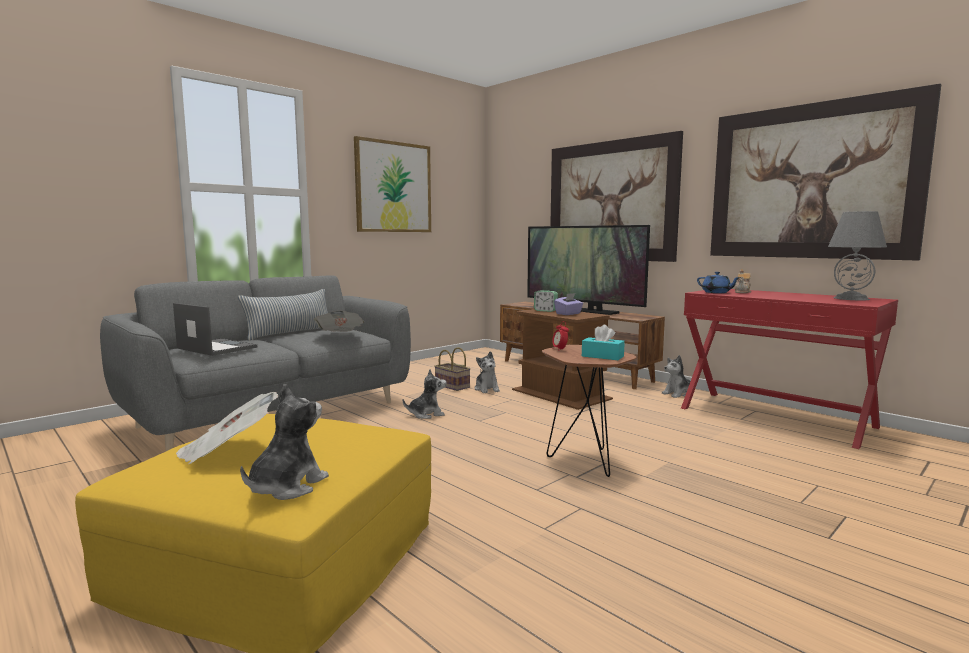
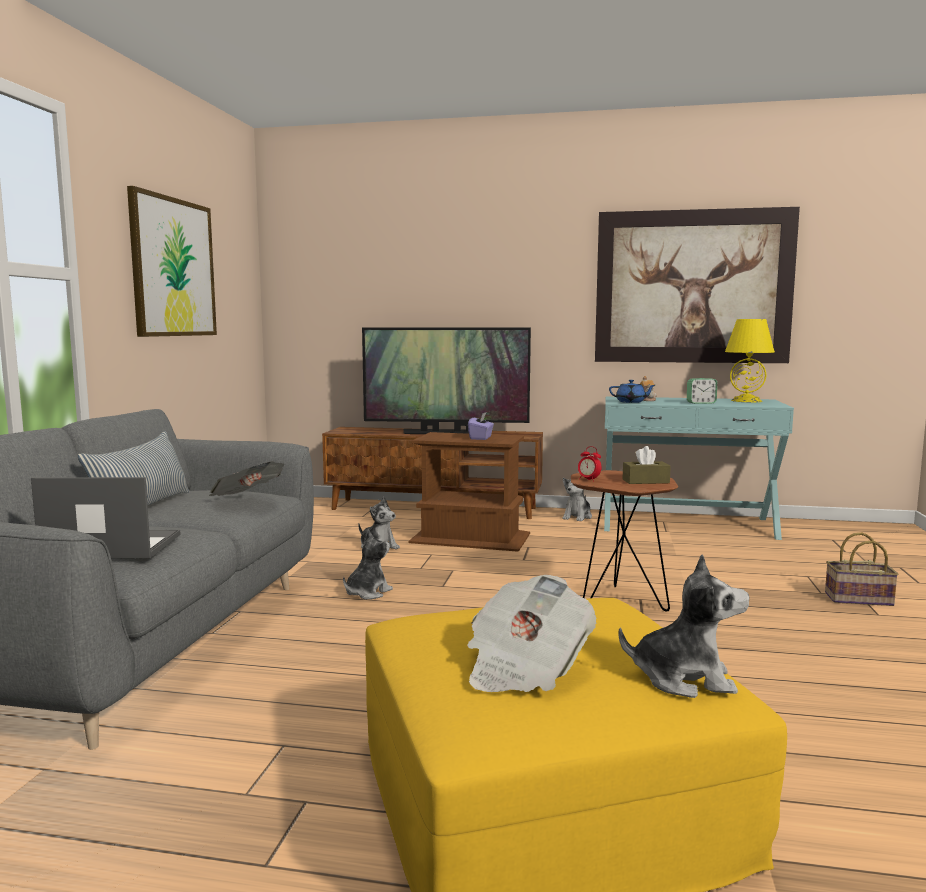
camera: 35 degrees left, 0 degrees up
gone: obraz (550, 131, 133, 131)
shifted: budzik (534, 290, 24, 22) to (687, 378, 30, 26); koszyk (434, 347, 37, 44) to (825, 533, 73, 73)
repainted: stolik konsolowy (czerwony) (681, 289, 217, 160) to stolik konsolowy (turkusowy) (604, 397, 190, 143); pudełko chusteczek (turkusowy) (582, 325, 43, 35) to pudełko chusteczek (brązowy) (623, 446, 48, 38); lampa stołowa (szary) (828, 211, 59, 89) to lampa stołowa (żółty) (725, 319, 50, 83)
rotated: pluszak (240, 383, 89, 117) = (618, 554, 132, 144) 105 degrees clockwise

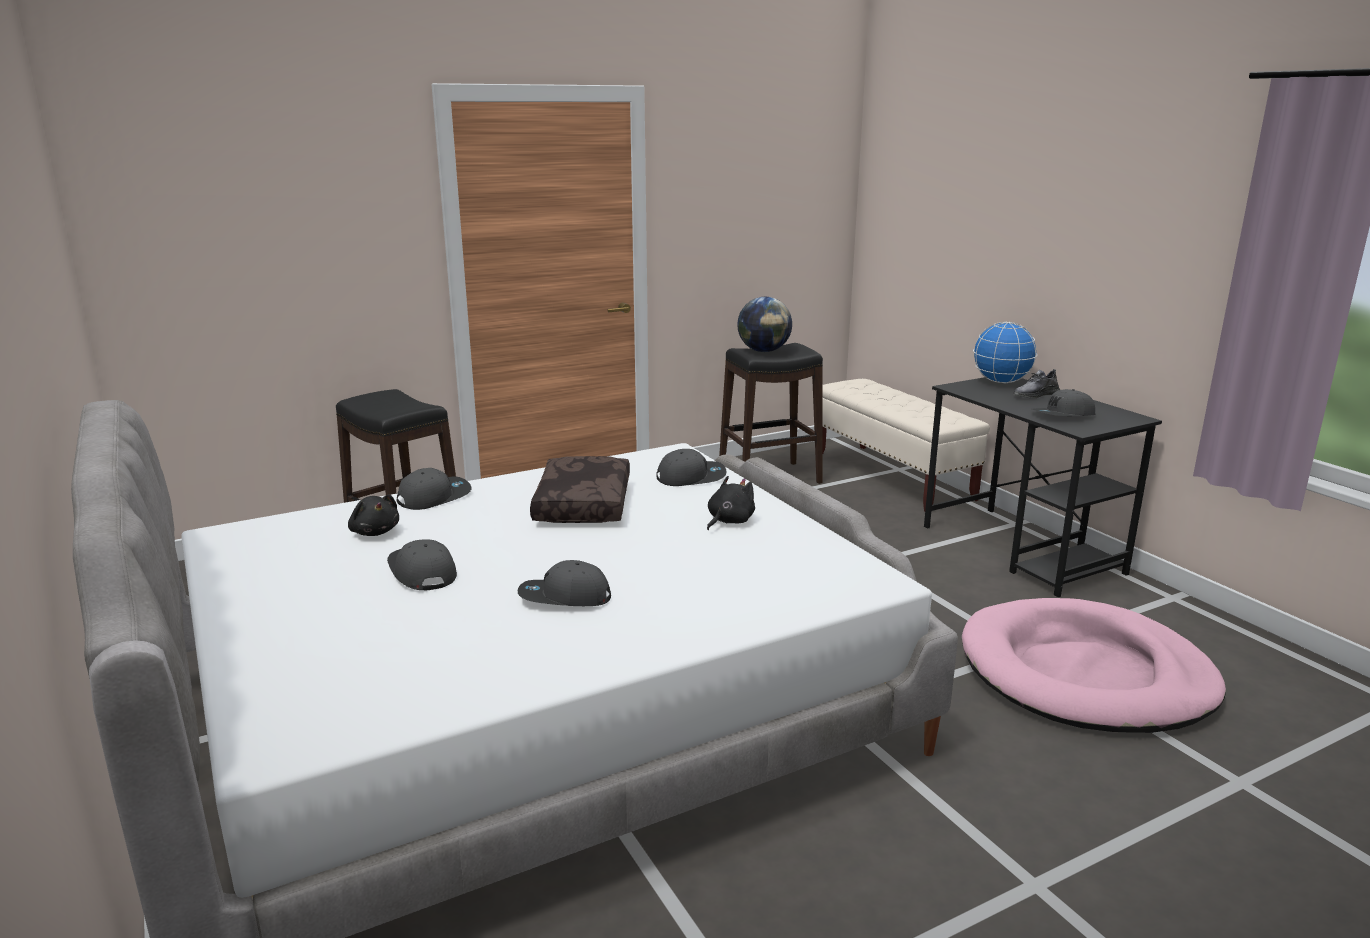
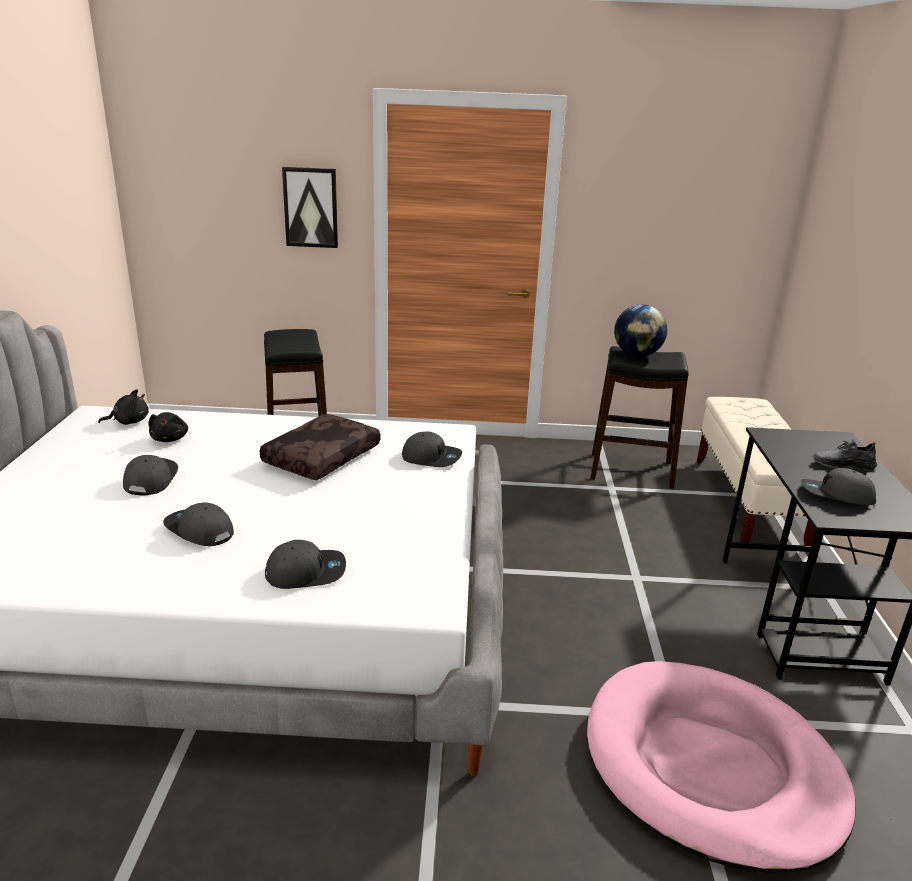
camera: 30 degrees right, 5 degrees up
gone: globus (973, 322, 64, 61)
new: obraz (282, 167, 56, 81)
shifted: pluszak (czarny) (707, 476, 48, 54) to (98, 389, 51, 36); czapka z daszkiem (szary) (396, 468, 76, 42) to (265, 540, 81, 49)

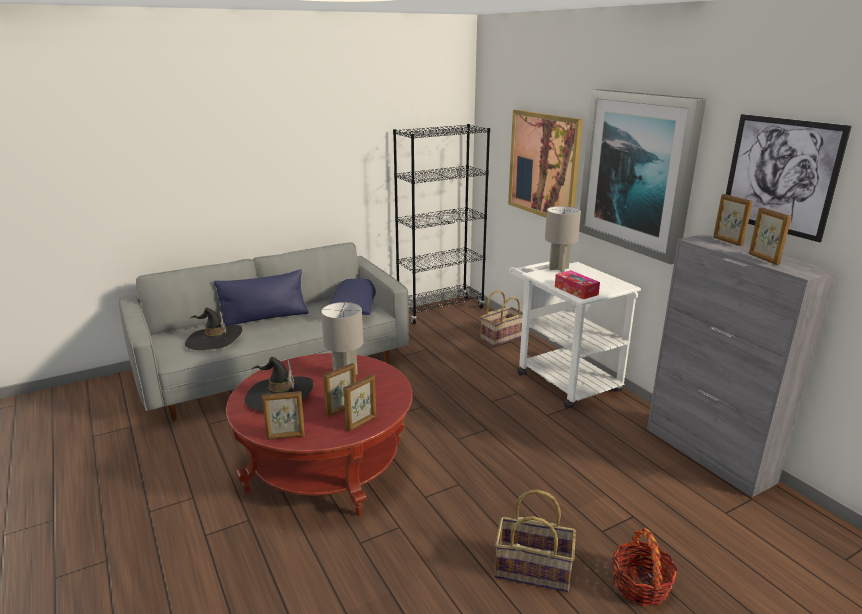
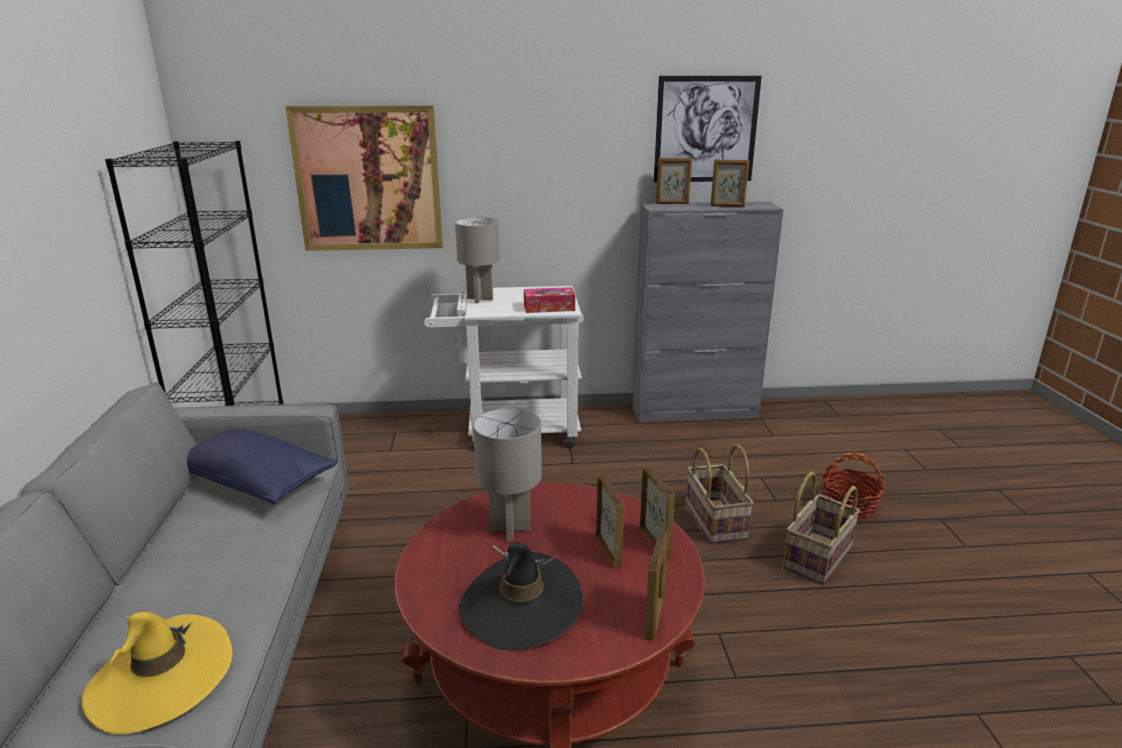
camera: 65 degrees left, 0 degrees up
gone: poduszka (niebieski) (214, 269, 94, 57); obraz (579, 89, 127, 175)
shifted: koszyk (480, 290, 43, 56) to (686, 444, 68, 100)
repainted: kapelusz (czarny) (185, 308, 57, 42) to kapelusz (żółty) (82, 612, 150, 122)

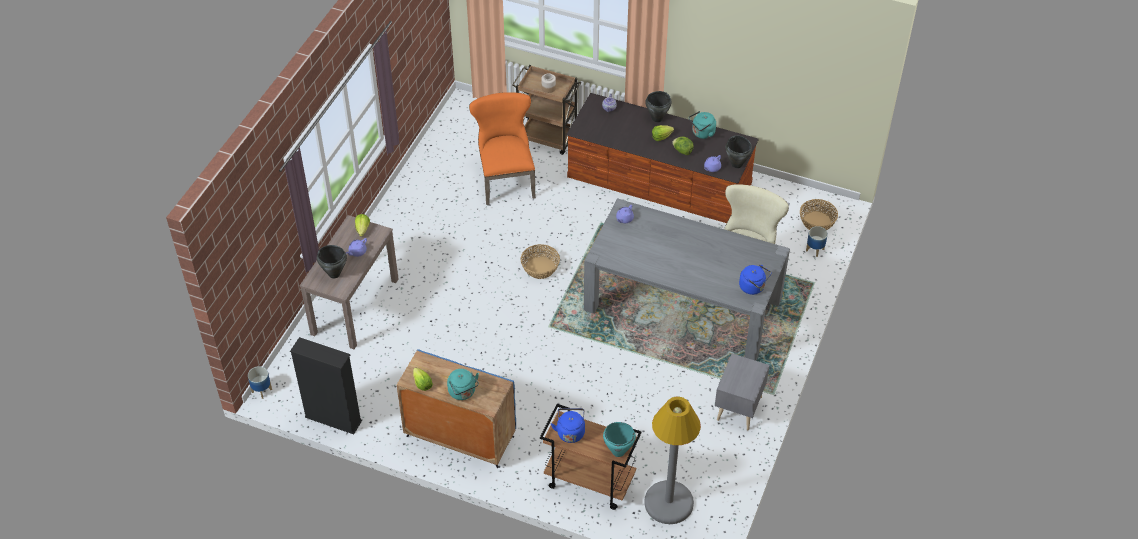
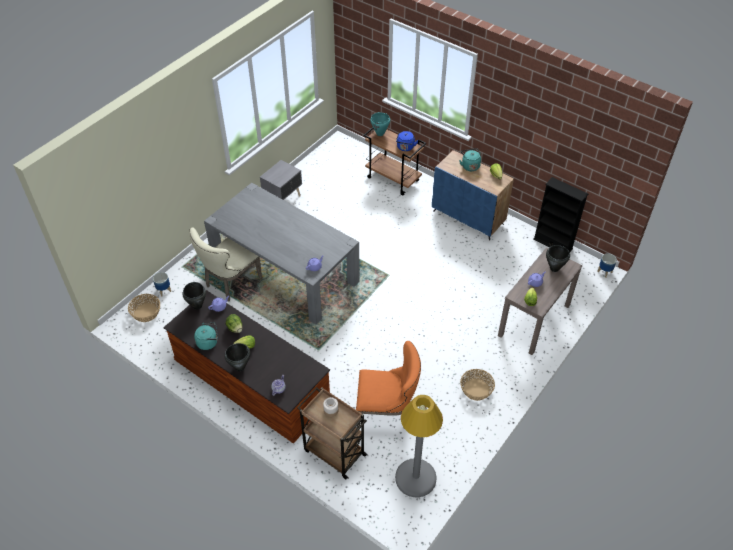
camera: 165 degrees left, 0 degrees up
gone: czajnik (niebieski) (739, 265, 32, 30)
shifted: lampa stojąca (szary) (644, 397, 57, 127) to (395, 395, 48, 102); koszyk (521, 244, 39, 35) to (460, 369, 35, 32)
rotated: krzesło (pomarańczowy) (469, 92, 67, 113) = (356, 341, 65, 89) 90 degrees counterclockwise

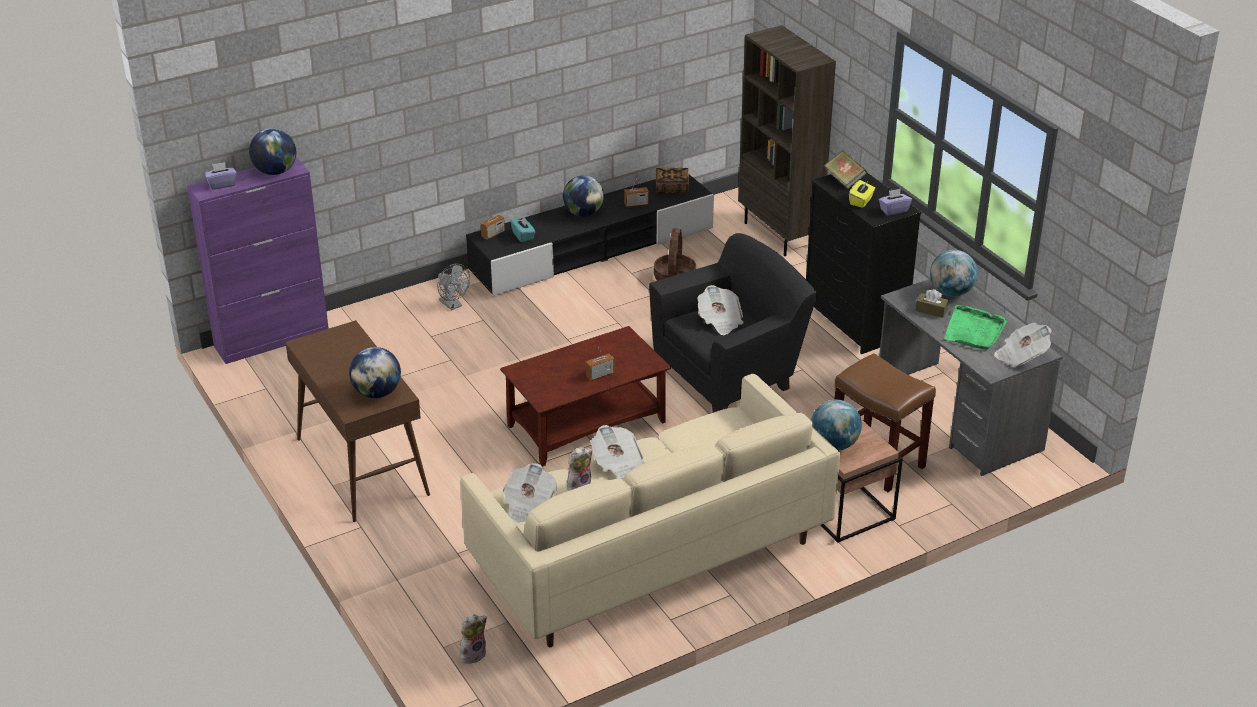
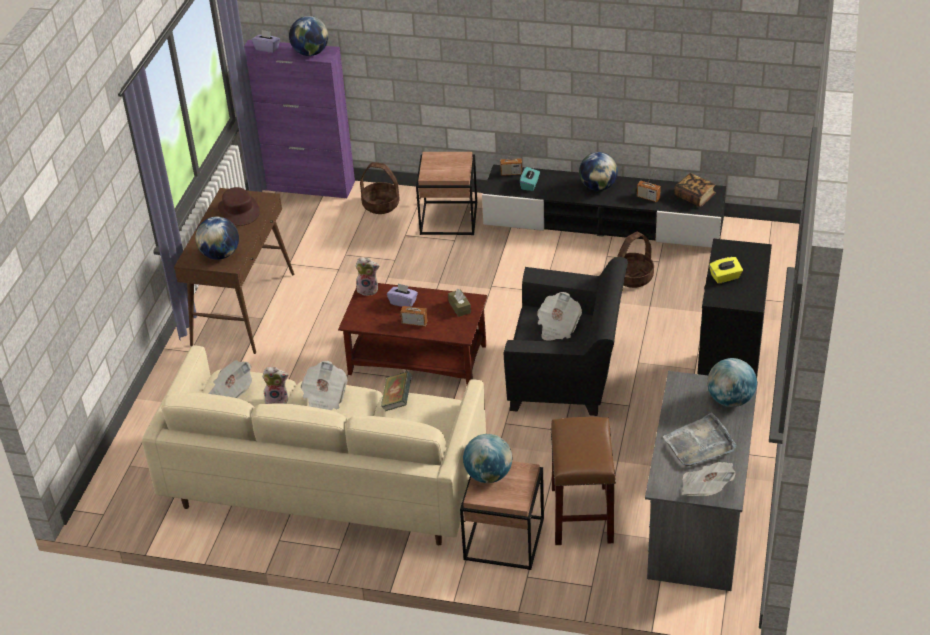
camera: 45 degrees right, 5 degrees up
gone: regał (brązowy) (738, 25, 98, 231)
new: kapelusz (brązowy) (218, 187, 42, 39); koszyk (360, 162, 39, 52)
shifted: pluszak (460, 614, 27, 50) to (356, 257, 23, 39); książka (824, 150, 43, 39) to (381, 371, 31, 40); pudełko chusteczek (fioletowy) (879, 189, 33, 27) to (387, 283, 31, 24); pudełko chusteczek (brązowy) (915, 289, 34, 29) to (448, 289, 23, 28)
swapped: wentylator (szary) (437, 264, 33, 46) to stolik (brązowy) (416, 152, 61, 83)
repainted: taca (zielony) (944, 305, 63, 45) to taca (szary) (663, 412, 74, 54)

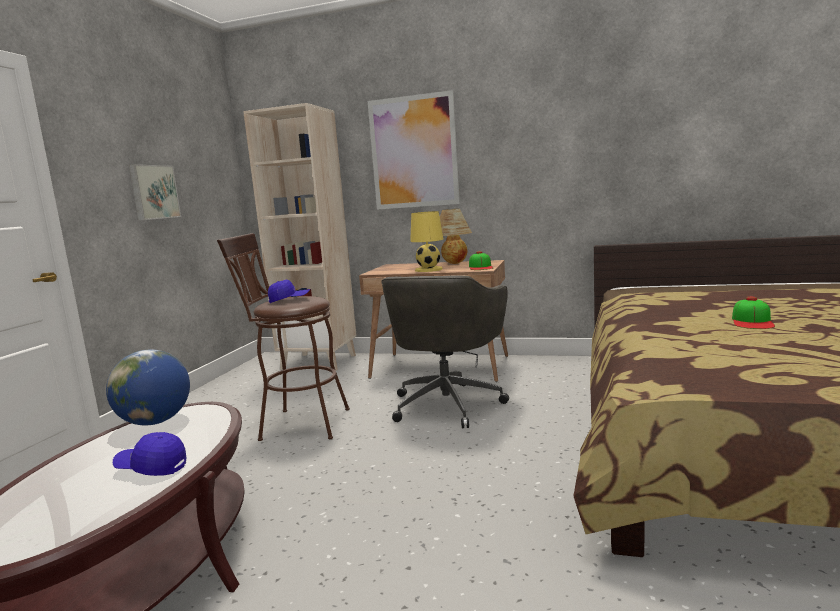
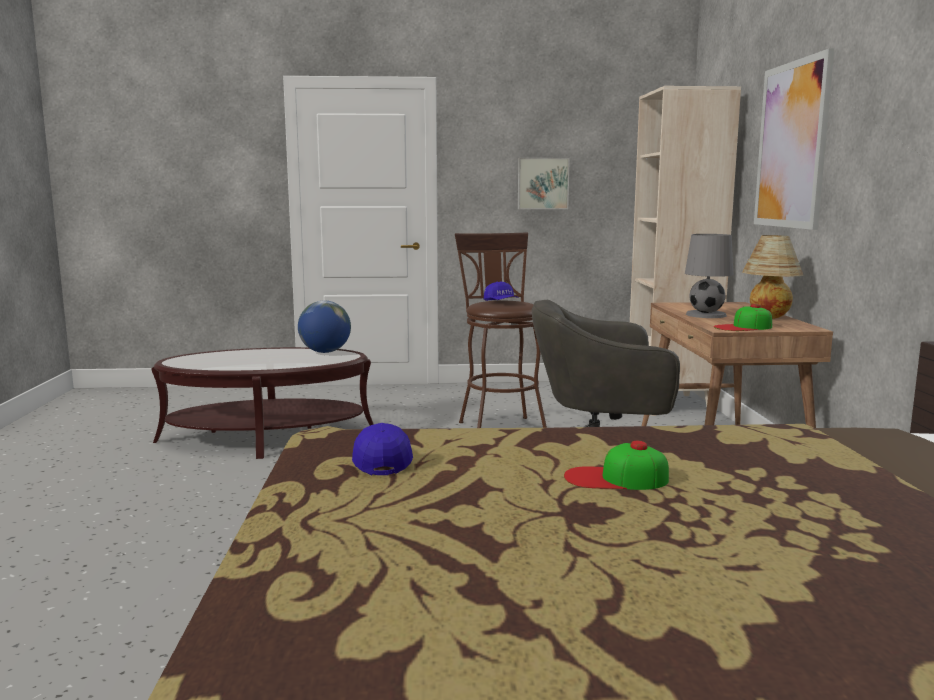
camera: 70 degrees right, 0 degrees up
shifted: czapka z daszkiem (niebieski) (113, 432, 73, 44) to (352, 423, 61, 52)
repainted: lampa stołowa (żółty) (410, 211, 33, 61) to lampa stołowa (szary) (685, 234, 48, 84)

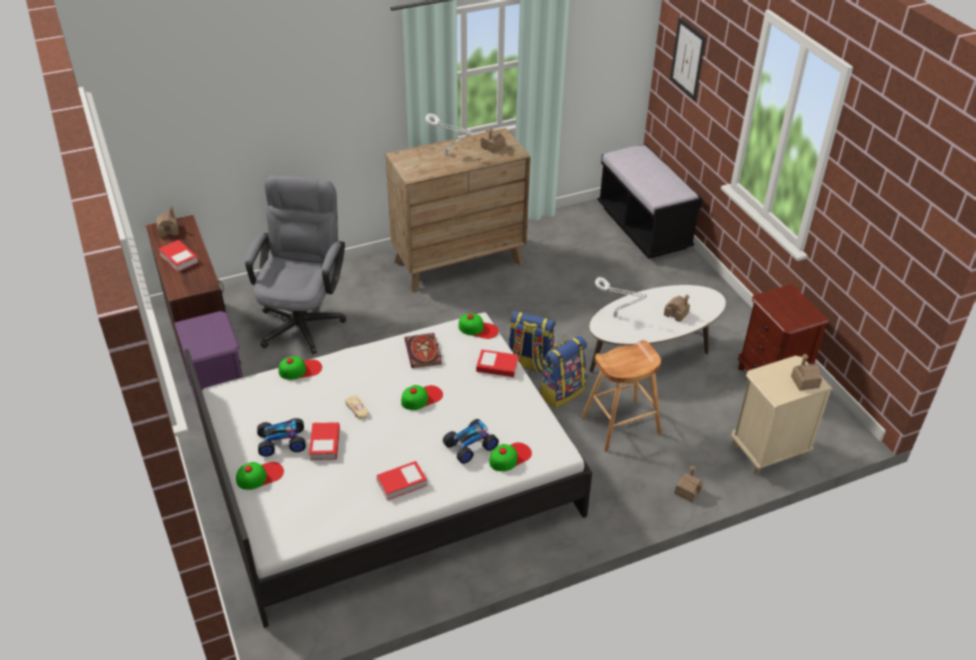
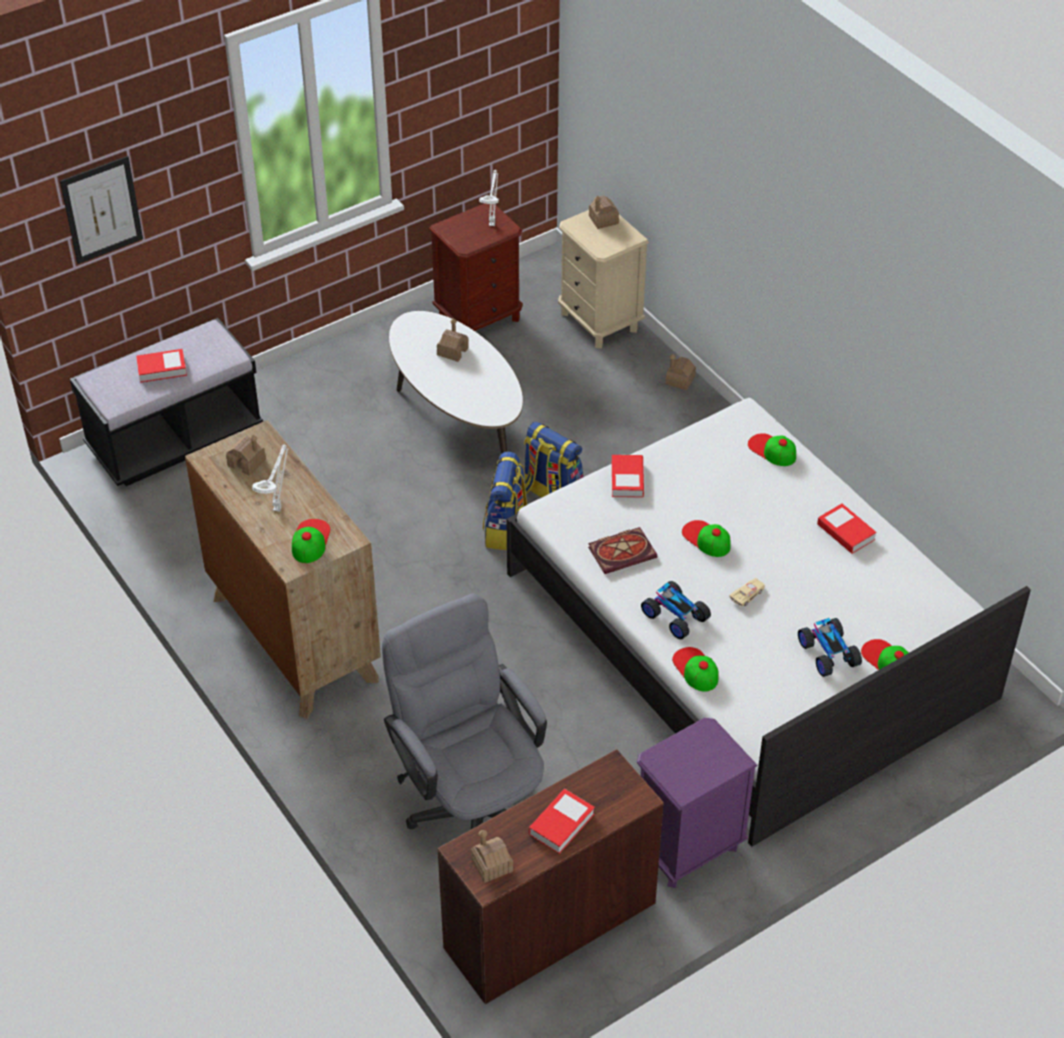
camera: 100 degrees left, 5 degrees up
gone: stołek (brązowy) (582, 340, 79, 112)
shifted: książka (309, 422, 31, 38) to (136, 349, 51, 34); czapka z daszkiem (459, 313, 40, 26) to (292, 519, 38, 44); lampa stołowa (biały) (595, 277, 52, 41) to (479, 170, 20, 56); samochodzik (443, 419, 56, 45) to (641, 581, 70, 58)
rotated: krzesło biurowe (szary) (245, 175, 101, 179) = (382, 593, 165, 236) 60 degrees clockwise

